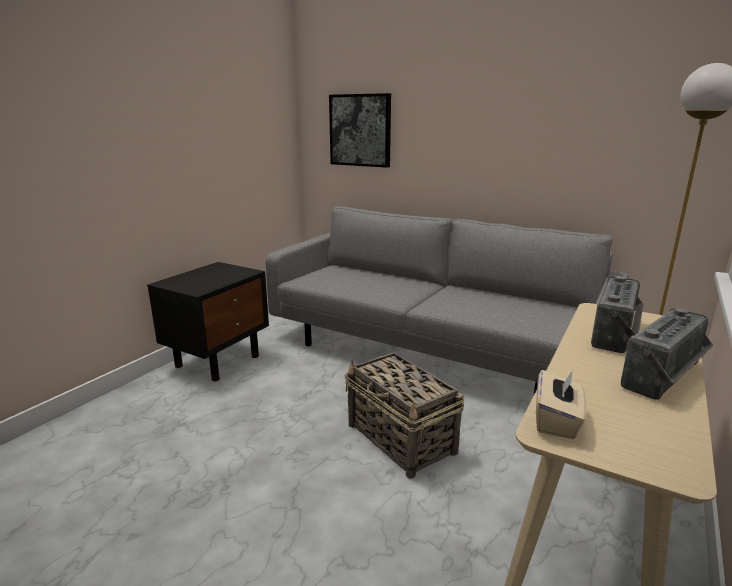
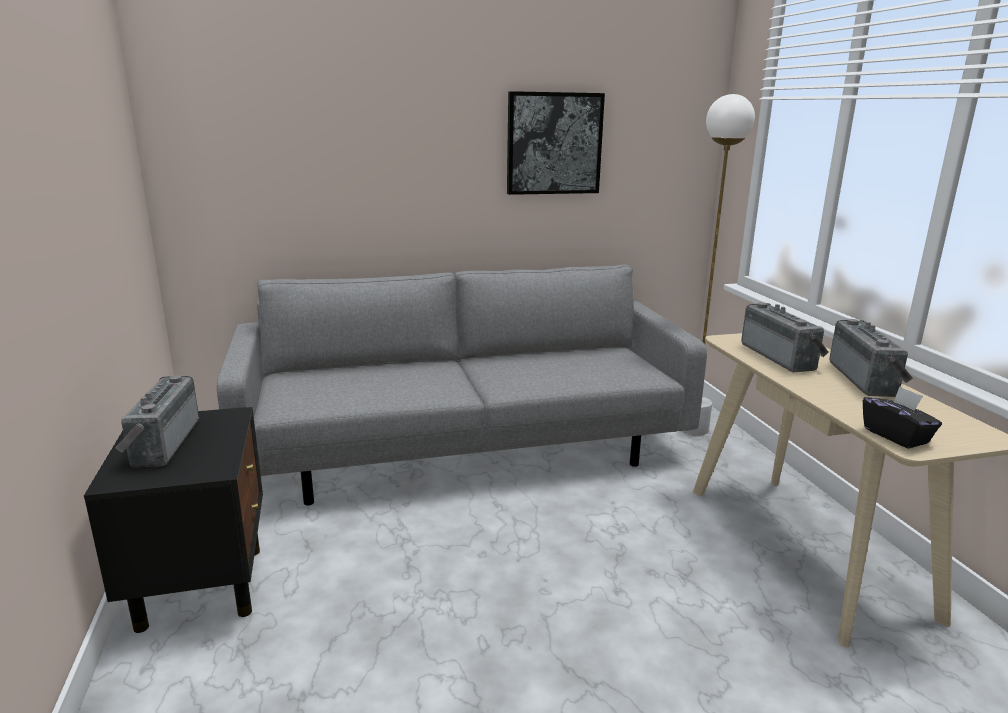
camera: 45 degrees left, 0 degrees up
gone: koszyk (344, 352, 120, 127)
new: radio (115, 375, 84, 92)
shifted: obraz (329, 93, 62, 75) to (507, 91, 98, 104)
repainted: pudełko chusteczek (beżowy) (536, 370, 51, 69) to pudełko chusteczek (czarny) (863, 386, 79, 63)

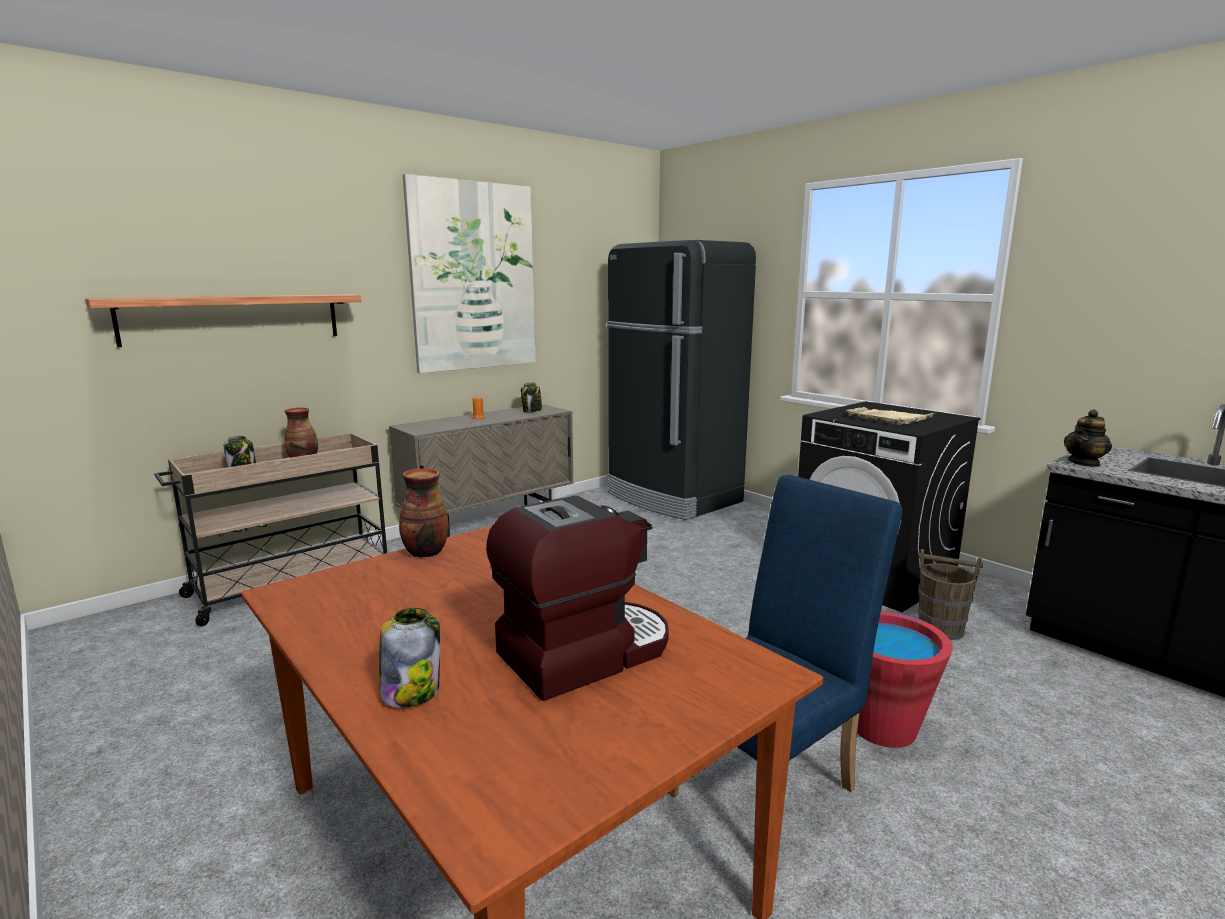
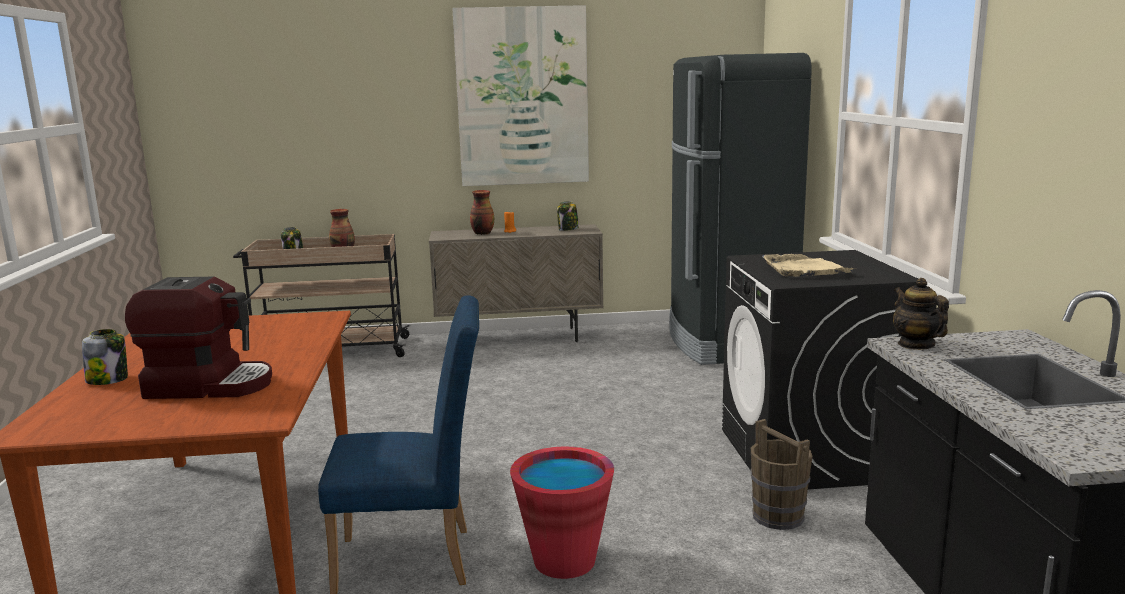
camera: 35 degrees right, 0 degrees up
gone: półka (85, 294, 276, 53)
shifted: wazon (399, 468, 50, 90) to (470, 190, 24, 45)
rotated: imbryk (1064, 409, 48, 58) = (893, 278, 56, 72) 75 degrees clockwise

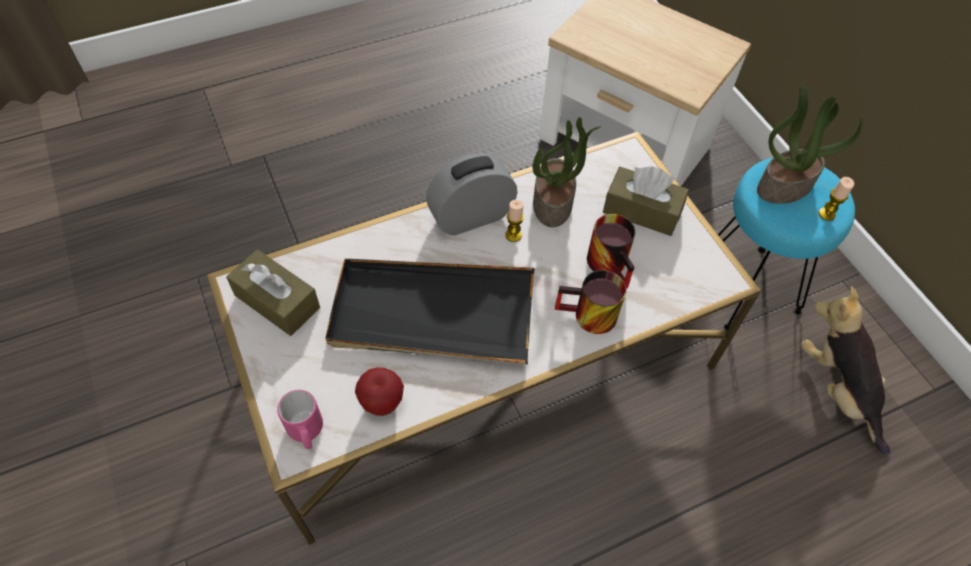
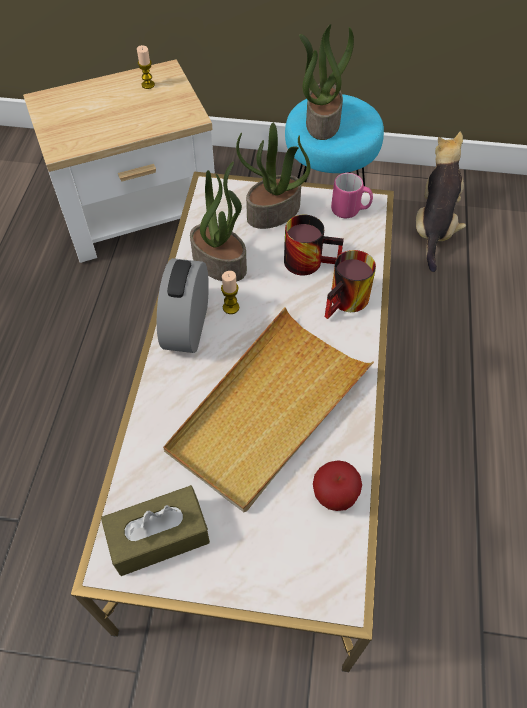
camera: 55 degrees left, 0 degrees up
shifted: świeca (819, 177, 35, 44) to (137, 45, 18, 44); kubek (różowy) (277, 390, 46, 59) to (331, 173, 42, 45)
swapped: pudełko chusteczek (brązowy) (603, 167, 86, 69) to roślina doniczkowa (236, 123, 74, 106)
repainted: taca (czarny) (325, 259, 210, 105) to taca (beżowy) (163, 307, 211, 205)
rotated: pluszak (801, 287, 89, 168) = (416, 132, 50, 140) 90 degrees clockwise

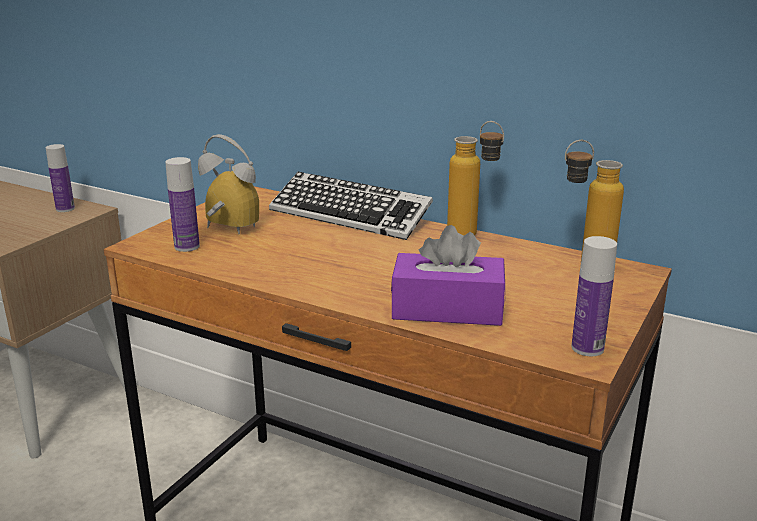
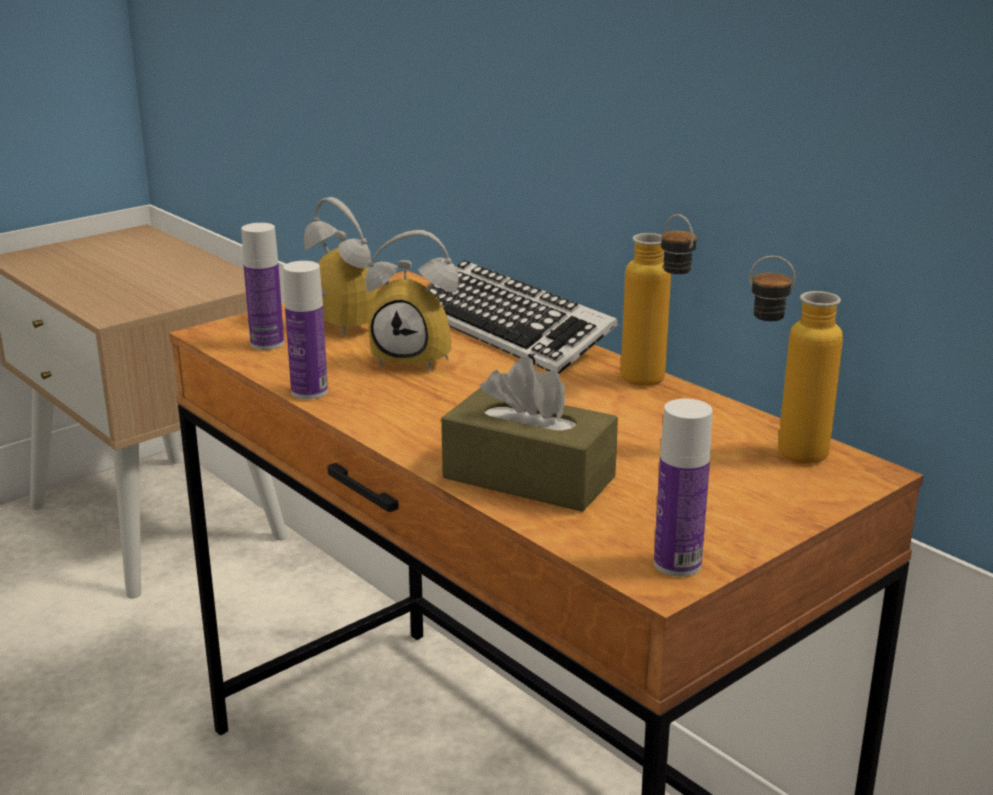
camera: 20 degrees right, 0 degrees up
new: budzik (366, 230, 93, 141)
shifted: butelka (46, 144, 29, 68) to (283, 261, 45, 138)
repainted: pudełko chusteczek (fioletowy) (391, 225, 114, 101) to pudełko chusteczek (brązowy) (441, 356, 177, 156)

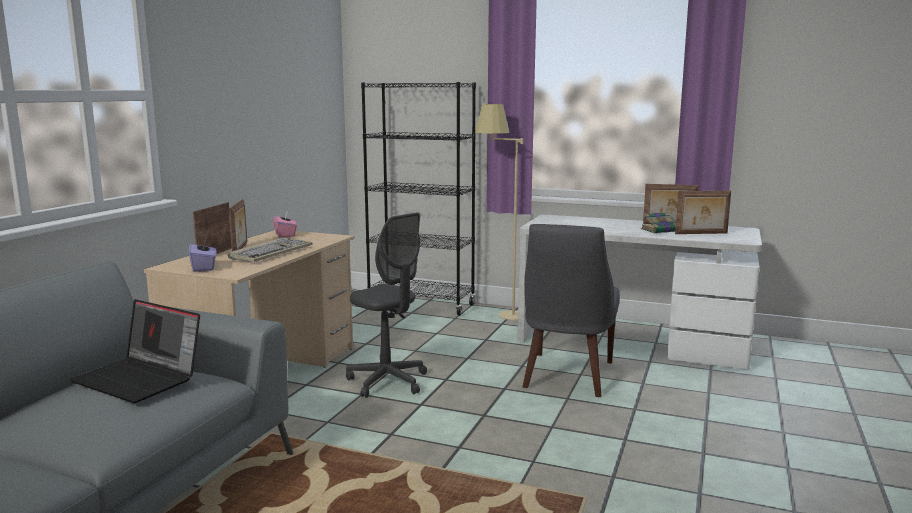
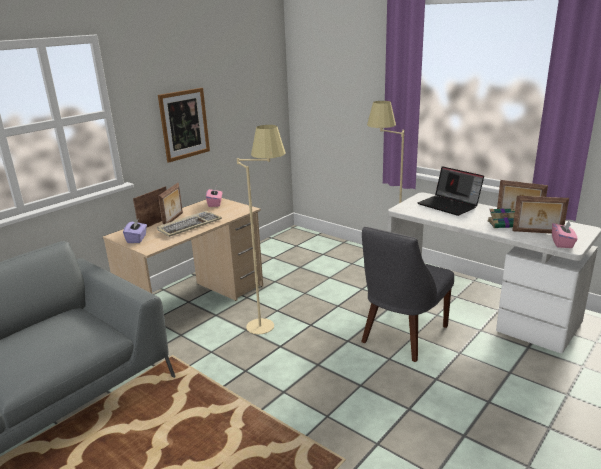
camera: 20 degrees right, 10 degrees up
gone: regał (czarny) (361, 82, 115, 234)
new: obraz (158, 88, 52, 75); pudełko chusteczek (różowy) (552, 221, 26, 27)
shifted: laptop (70, 299, 130, 104) to (418, 166, 66, 50)
swapped: krzesło biurowe (szary) (346, 212, 81, 186) to lampa stojąca (beżowy) (237, 125, 49, 210)

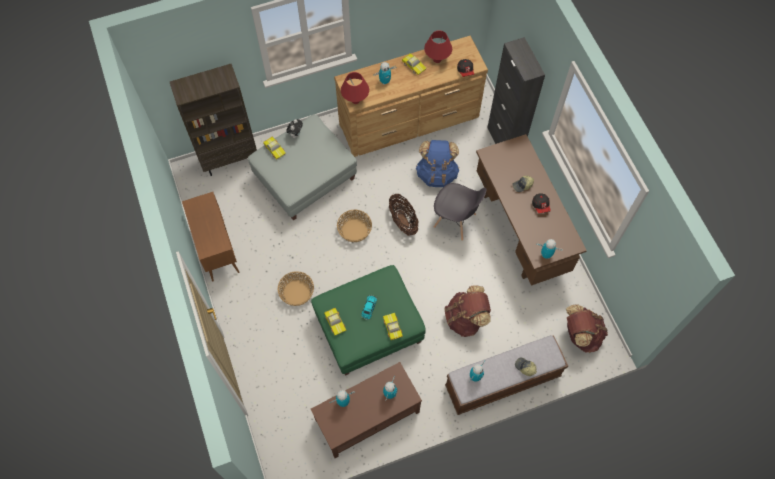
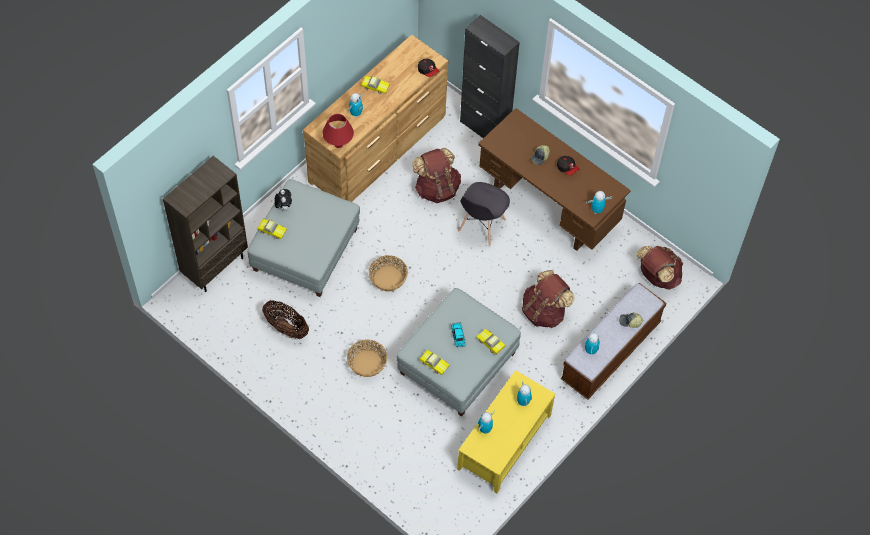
camera: 30 degrees left, 5 degrees down
gone: szafka (brązowy) (182, 192, 57, 90); lampa stołowa (czerwony) (424, 30, 28, 33)
shifted: koszyk (389, 194, 29, 42) to (262, 300, 47, 39)
repainted: pufa (zielony) (311, 265, 115, 111) to pufa (szary) (396, 288, 125, 129); plecak (niebieski) (416, 140, 44, 47) to plecak (brązowy) (412, 148, 49, 55); ława (brązowy) (311, 362, 111, 96) to ława (żółty) (457, 370, 98, 124)
rotated: krzesło (szary) (434, 183, 53, 58) = (458, 182, 52, 64) 120 degrees clockwise

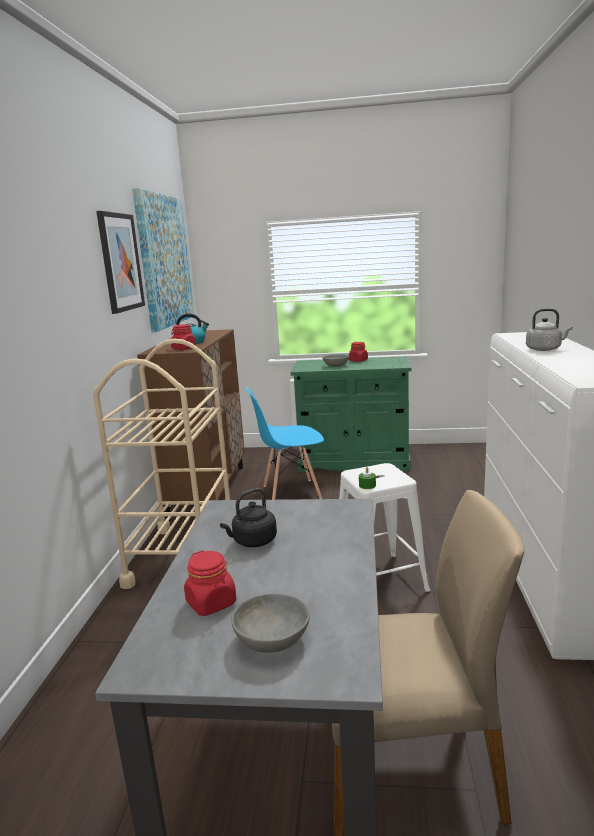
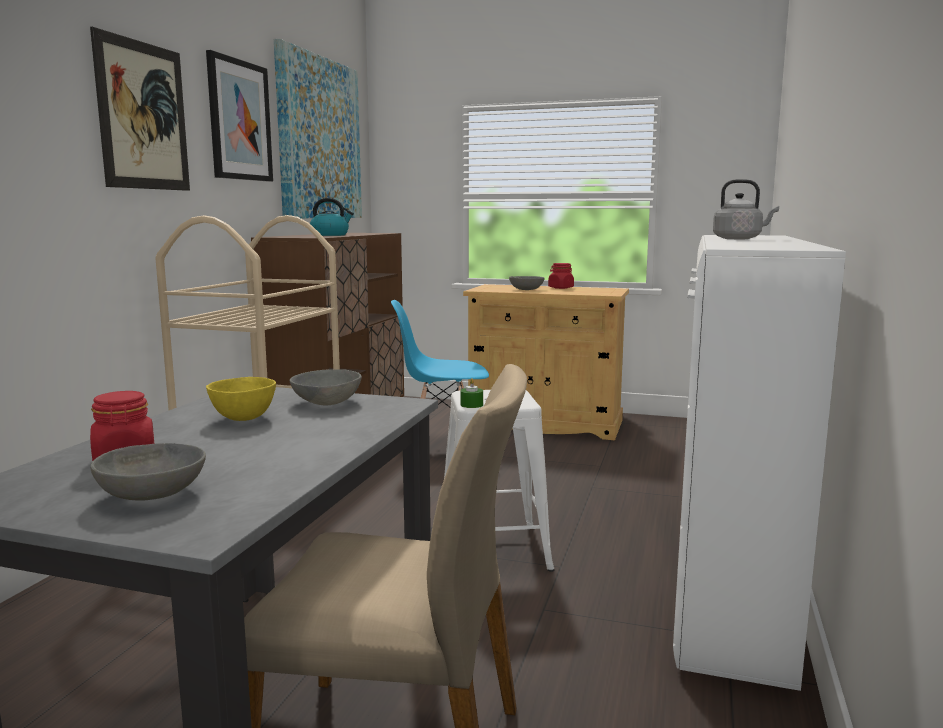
camera: 10 degrees right, 5 degrees down
gone: słoik (czerwony) (171, 324, 25, 26)
new: obraz (90, 27, 100, 164); miska (szary) (290, 369, 72, 36)
swapped: czajnik (czarny) (220, 488, 57, 59) to miska (żółty) (206, 377, 70, 44)
repainted: szafka (zielony) (291, 357, 121, 115) to szafka (beżowy) (463, 284, 166, 156)

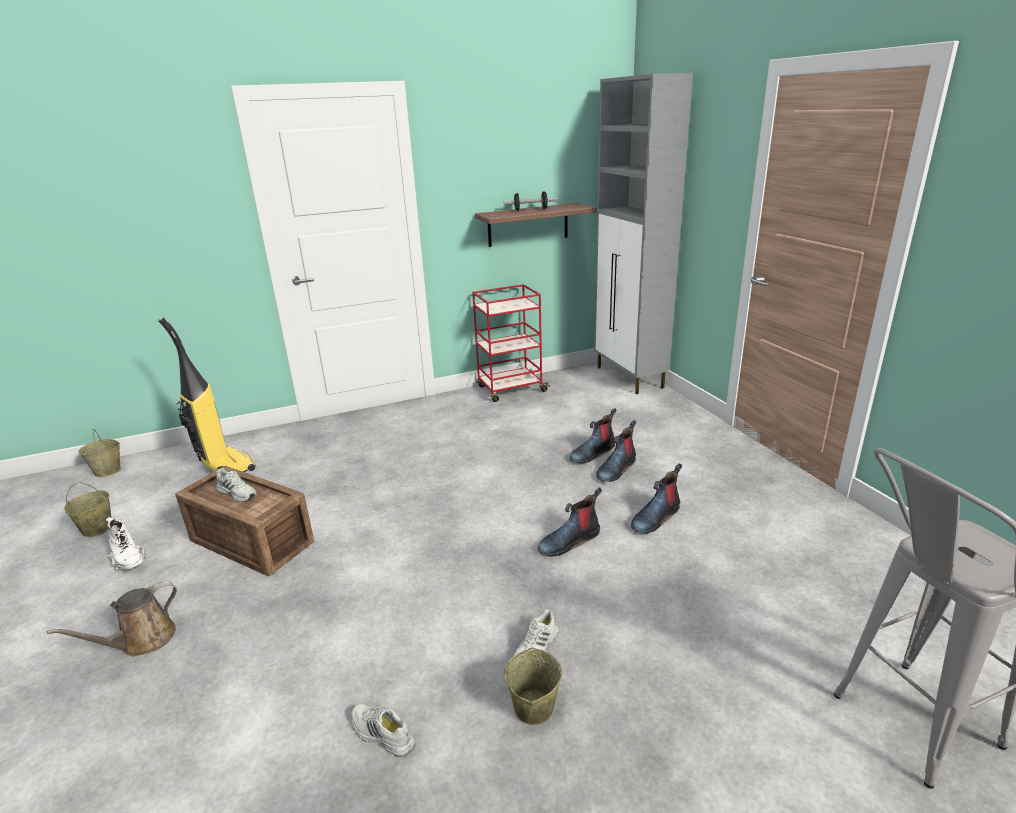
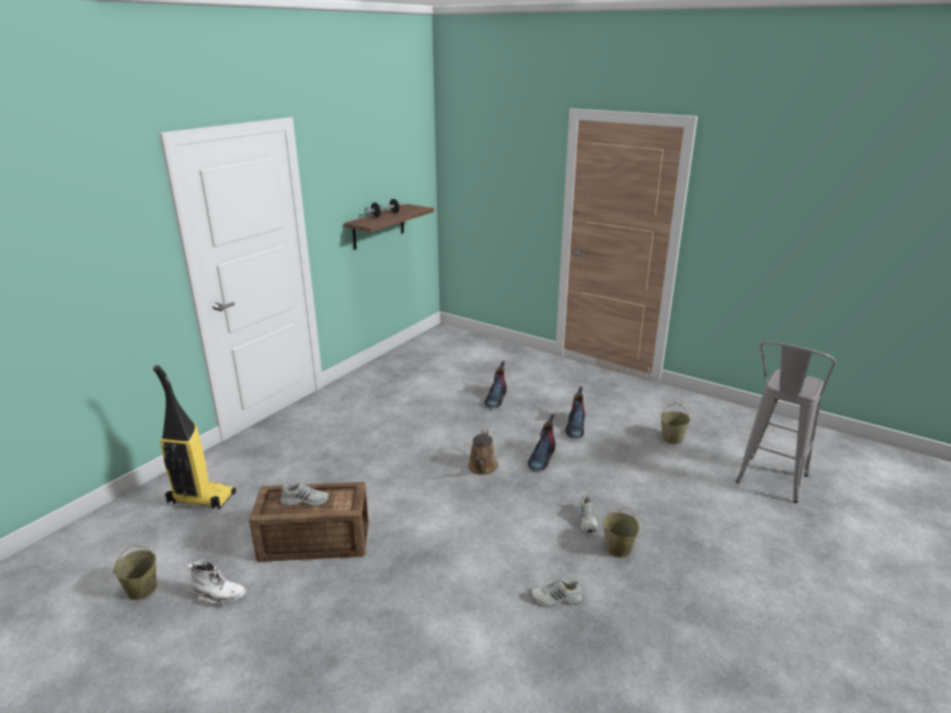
camera: 35 degrees left, 0 degrees up
gone: wózek (czerwony) (472, 284, 78, 118); szafka (szary) (594, 73, 99, 321); but z cholewką (596, 420, 40, 62)
shifted: konewka (brązowy) (47, 581, 130, 75) to (468, 429, 30, 46); wiadro (beżowy) (78, 429, 43, 48) to (661, 403, 29, 41)

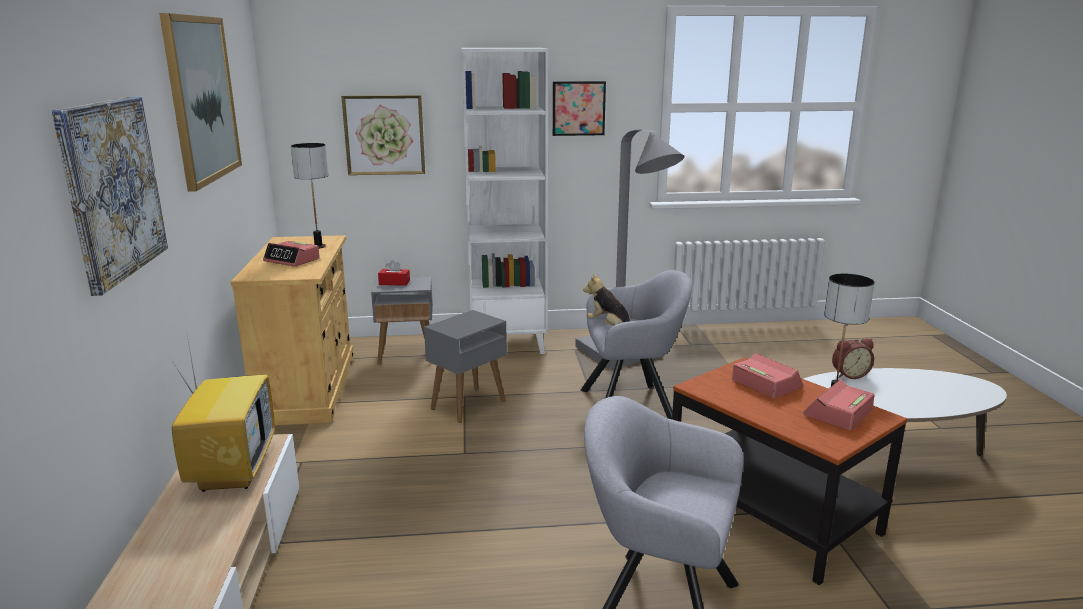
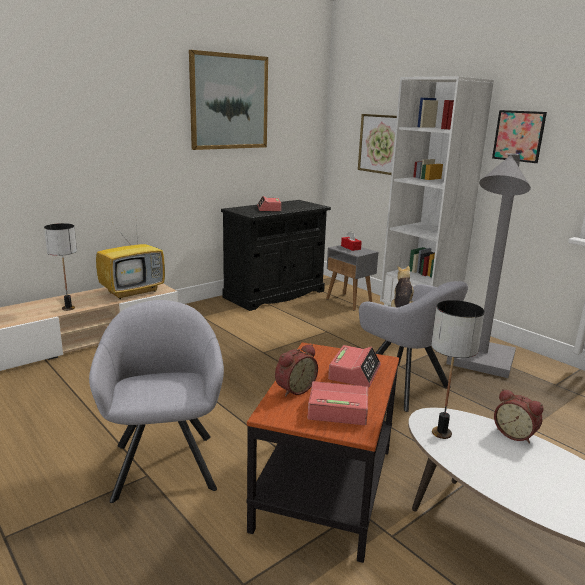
camera: 55 degrees right, 0 degrees up
gone: obraz (52, 96, 116, 200); stolik (szary) (424, 310, 83, 113)
new: budzik (275, 344, 43, 53)
shifted: lampa stołowa (291, 143, 37, 106) to (44, 223, 33, 88)
repainted: szafka (beżowy) (231, 235, 123, 190) to szafka (czarny) (221, 200, 110, 111)

